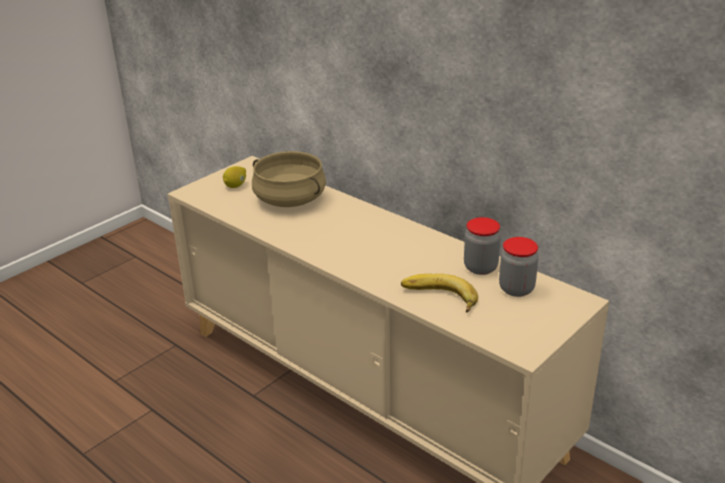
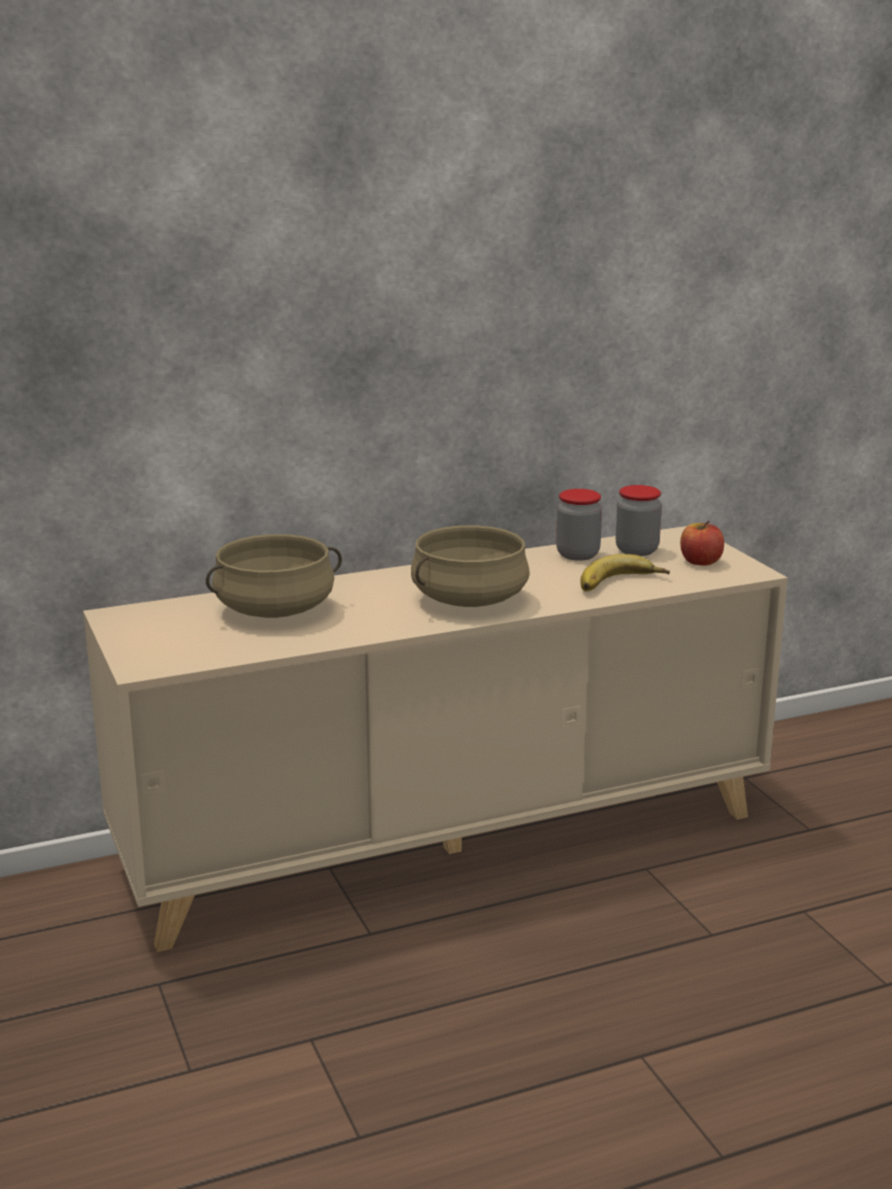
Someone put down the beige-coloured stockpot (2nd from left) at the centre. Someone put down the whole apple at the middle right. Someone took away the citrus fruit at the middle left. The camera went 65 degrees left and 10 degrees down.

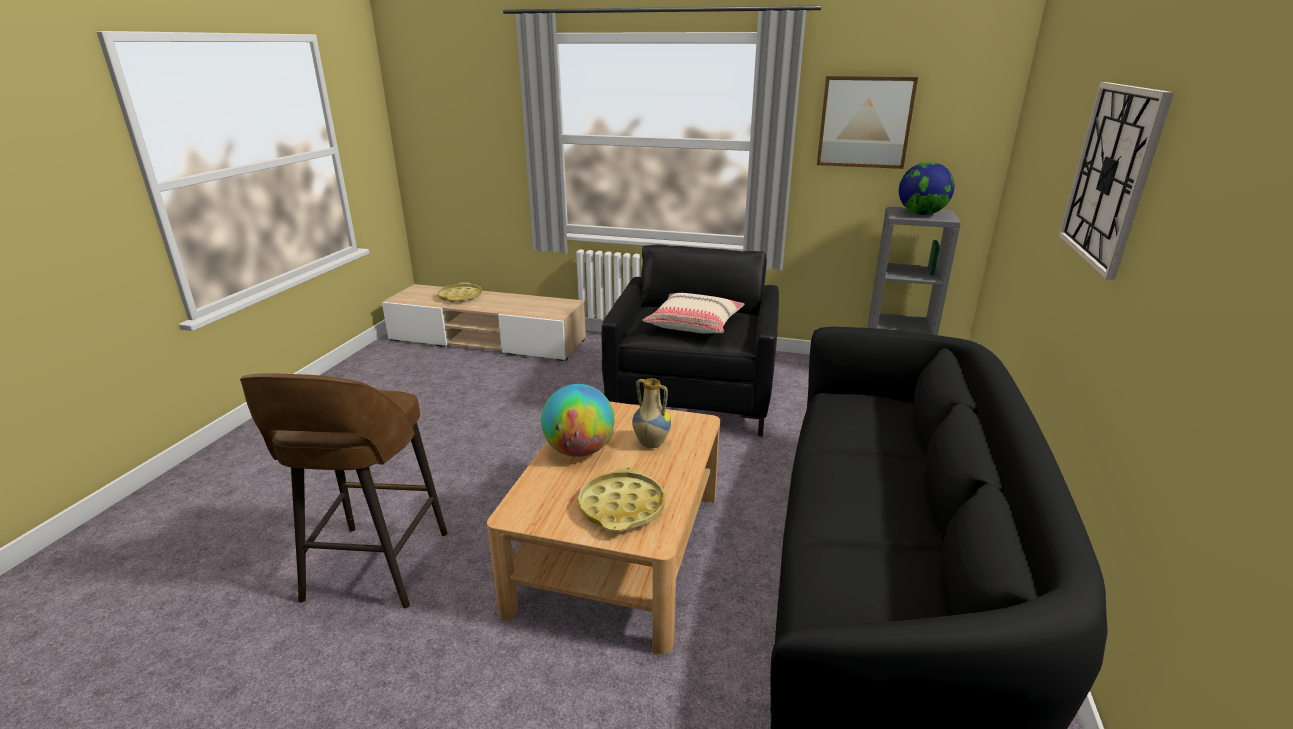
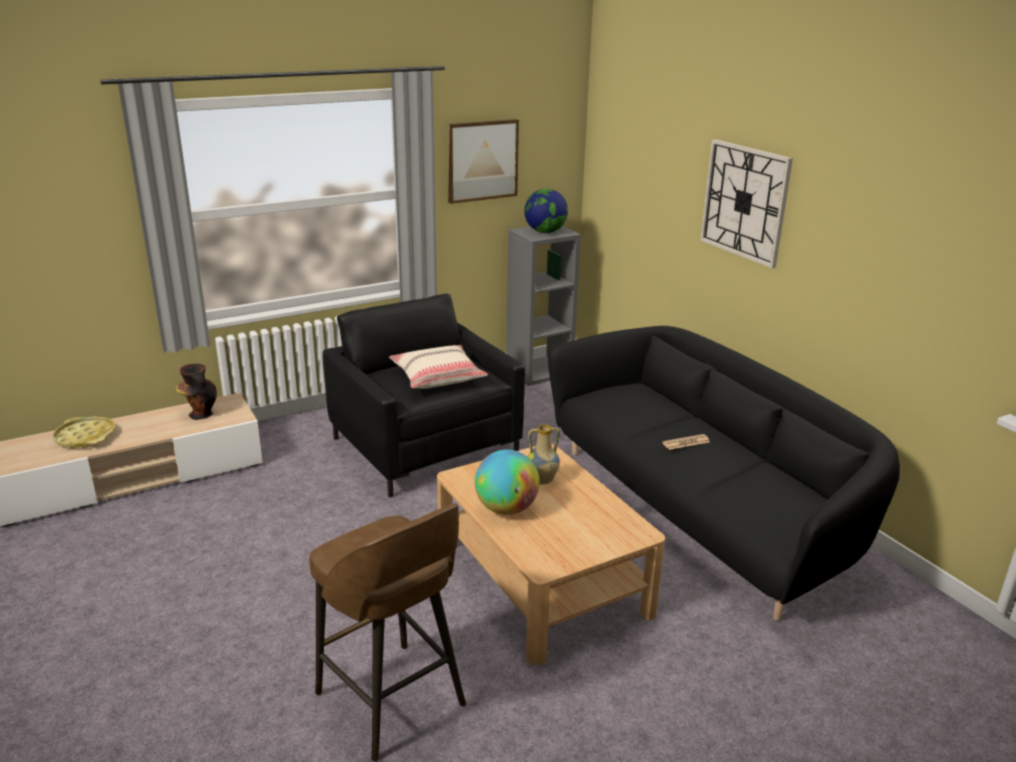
Someone put down the decorative vase (1st from left) at the middle left. Someone put down the printed paper at the middle right. Someone took away the yellow serving tray (2nd from left) at the bottom centre. The camera went 45 degrees left and 0 degrees up.

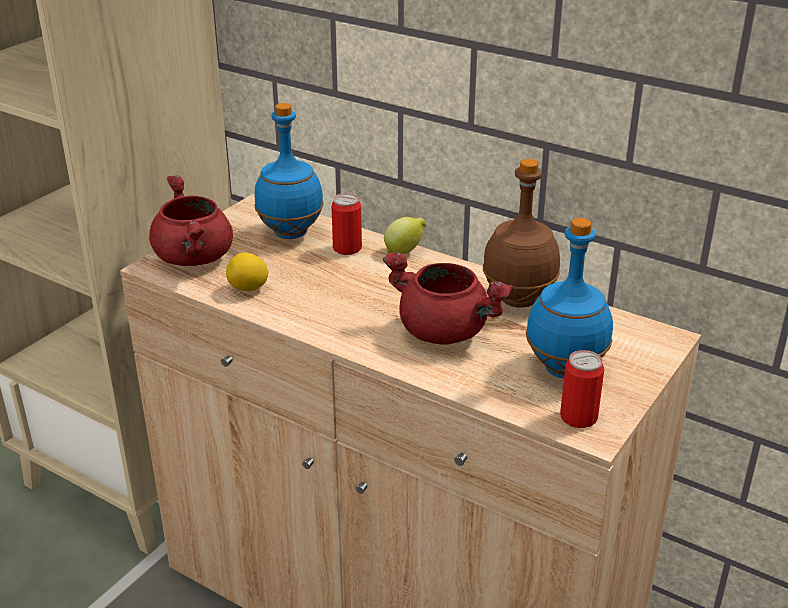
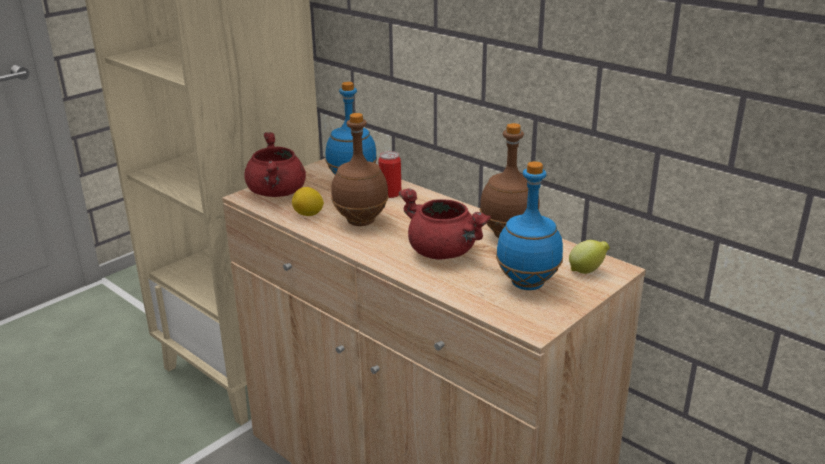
Someone put down the brown-coloured drink bottle (1st from left) at the centre. Someone carried the citrus fruit (2nd from left) from the centre to the middle right. Someone took away the metal can (2nd from left) at the middle right. The camera went 10 degrees right and 5 degrees down.

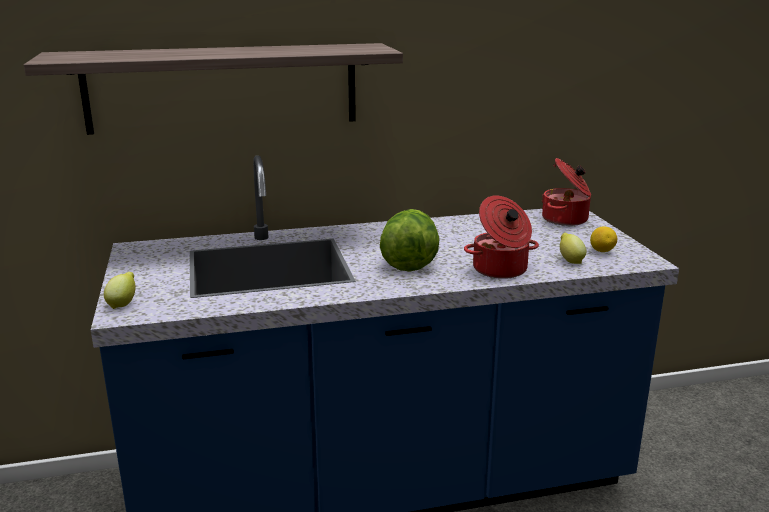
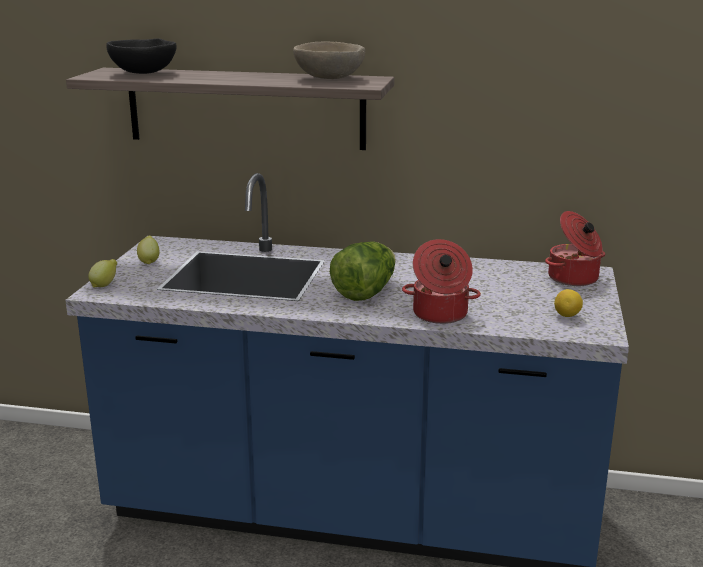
Someone put down the black serving bowl at the top left. Someone carried the citrus fruit (2nd from left) from the middle right to the middle left. Someone put down the beige-coloured serving bowl at the top centre. The camera went 25 degrees right and 0 degrees up.

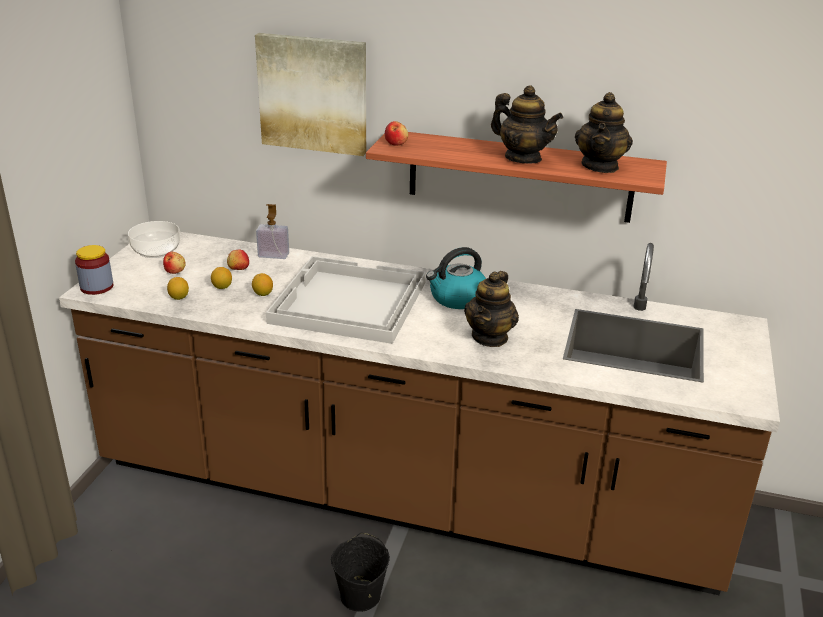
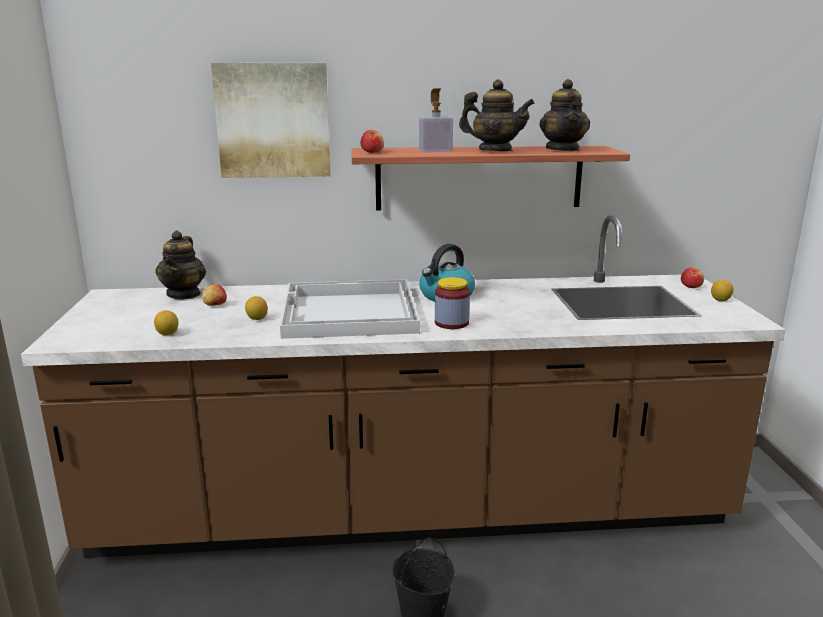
Someone carried the tea pot (1st from left) from the centre to the middle left. Someone carried the soap dispenser from the middle left to the top centre. Someone carried the jar from the middle left to the centre. Someone carried the whole apple (1st from left in the first image) from the middle left to the middle right. Someone carried the citrus fruit (2nd from left in the first image) from the middle left to the middle right. Someone took away the serving bowl at the middle left. The camera went 20 degrees left and 10 degrees down.

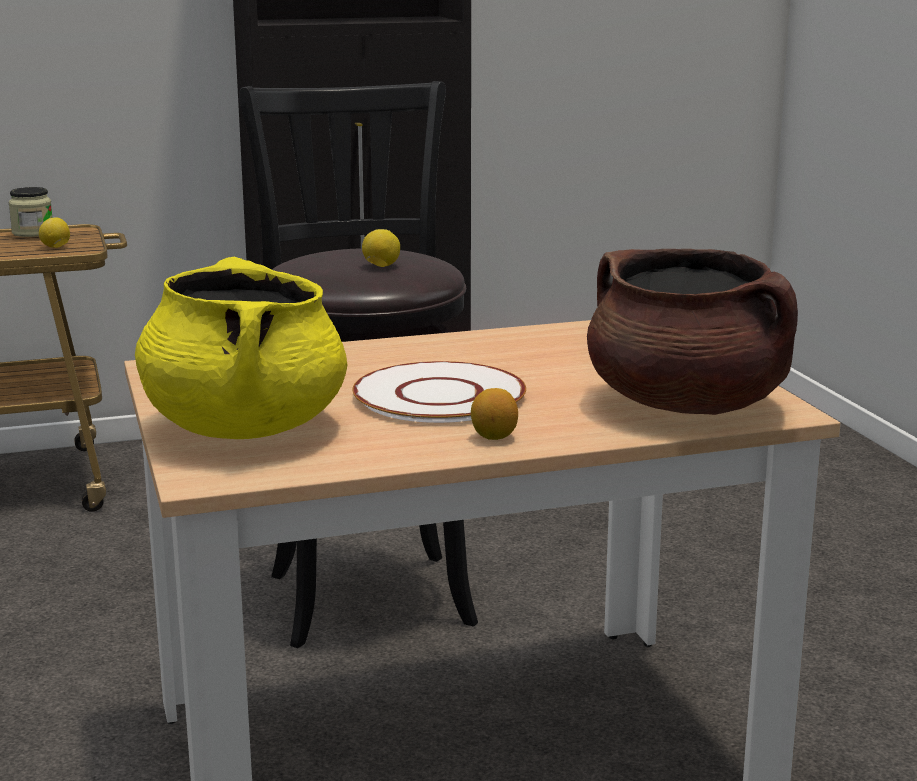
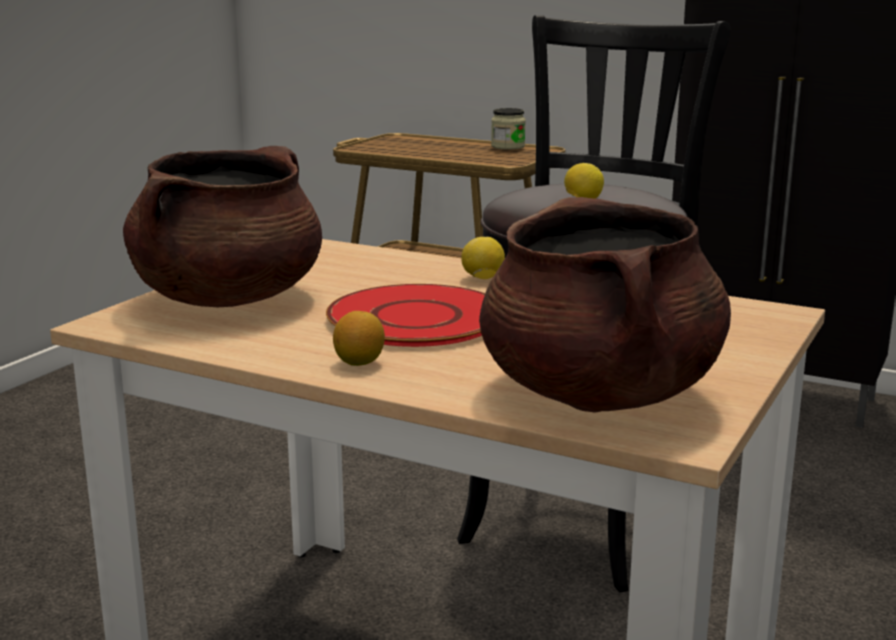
Someone repainted the yellow stockpot at the middle left, which became the brown-coloured stockpot (1st from left) at the middle left. Someone repainted the whitish plate at the centre, which became the reddish plate at the centre. Someone carried the citrus fruit (1st from left in the first image) from the top left to the centre. The camera went 45 degrees right and 0 degrees up.

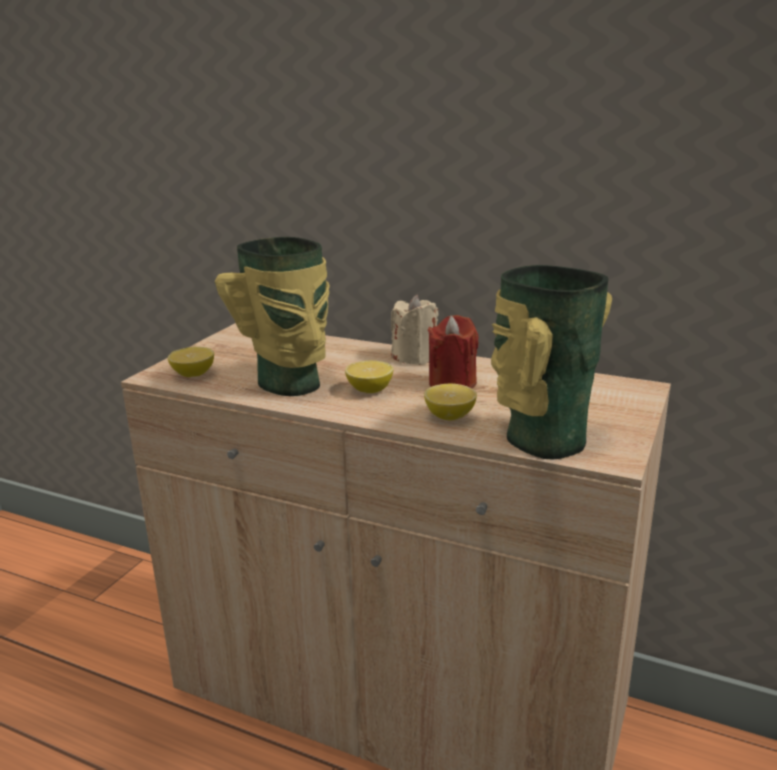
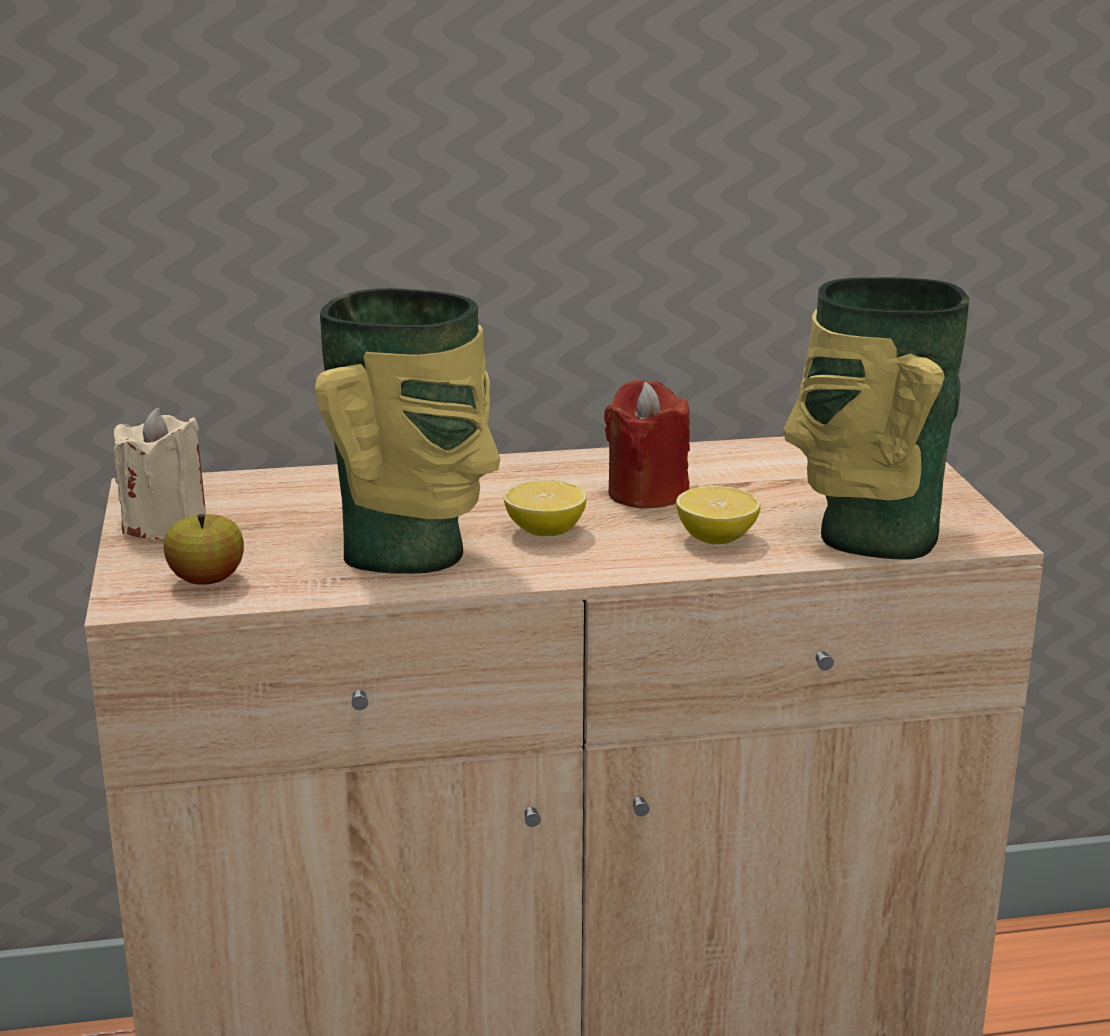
Someone carried the beige-coloured wax light from the centre to the middle left. Someone swapped the citrus fruit (1st from left) at the middle left for the whole apple at the middle left. The camera went 35 degrees left and 0 degrees up.

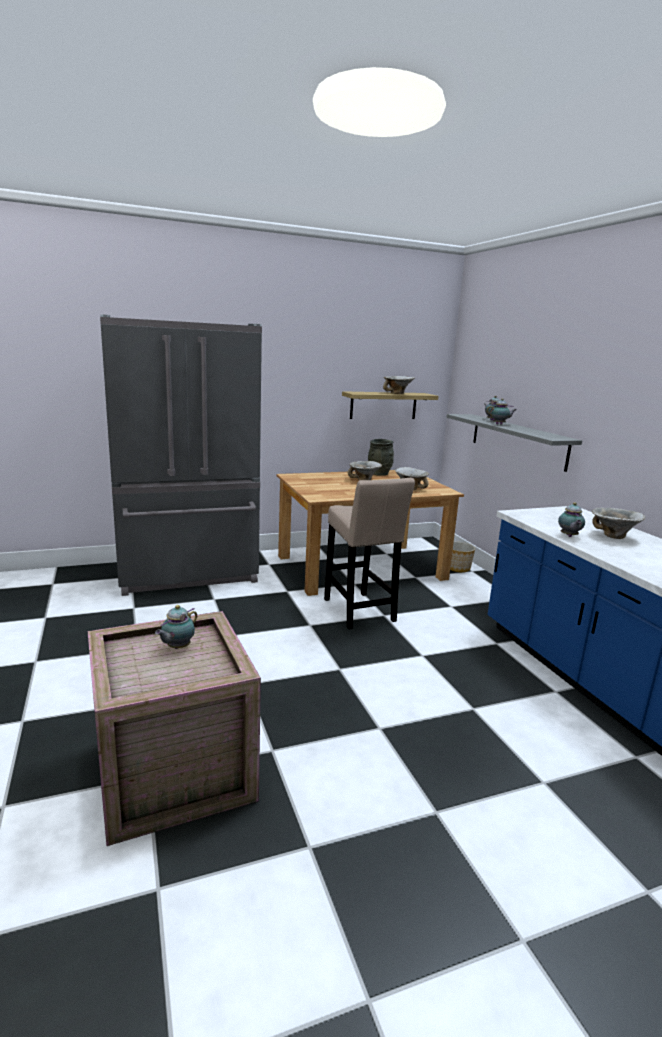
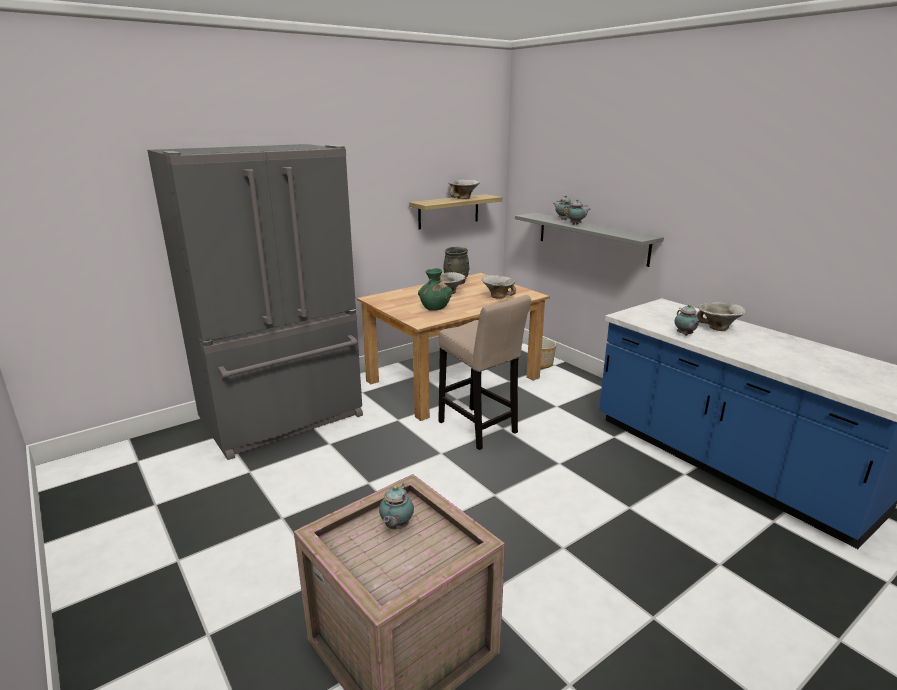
Someone put down the green decorative vase at the centre. The camera went 15 degrees left and 5 degrees up.

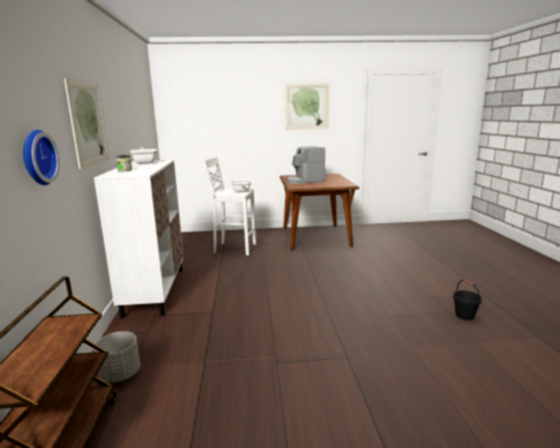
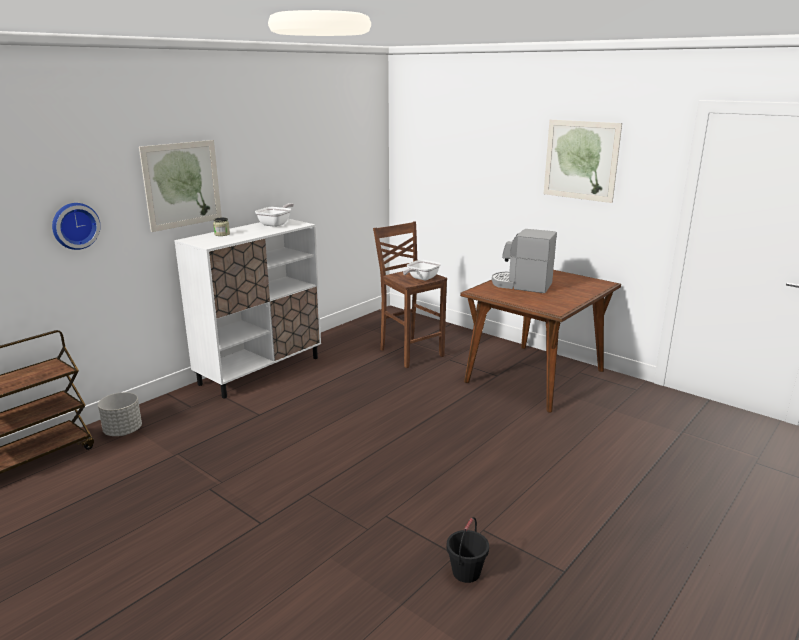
Someone repainted the whitish sitting stool at the centre, which became the brown-coloured sitting stool at the centre. The camera went 45 degrees right and 5 degrees up.

